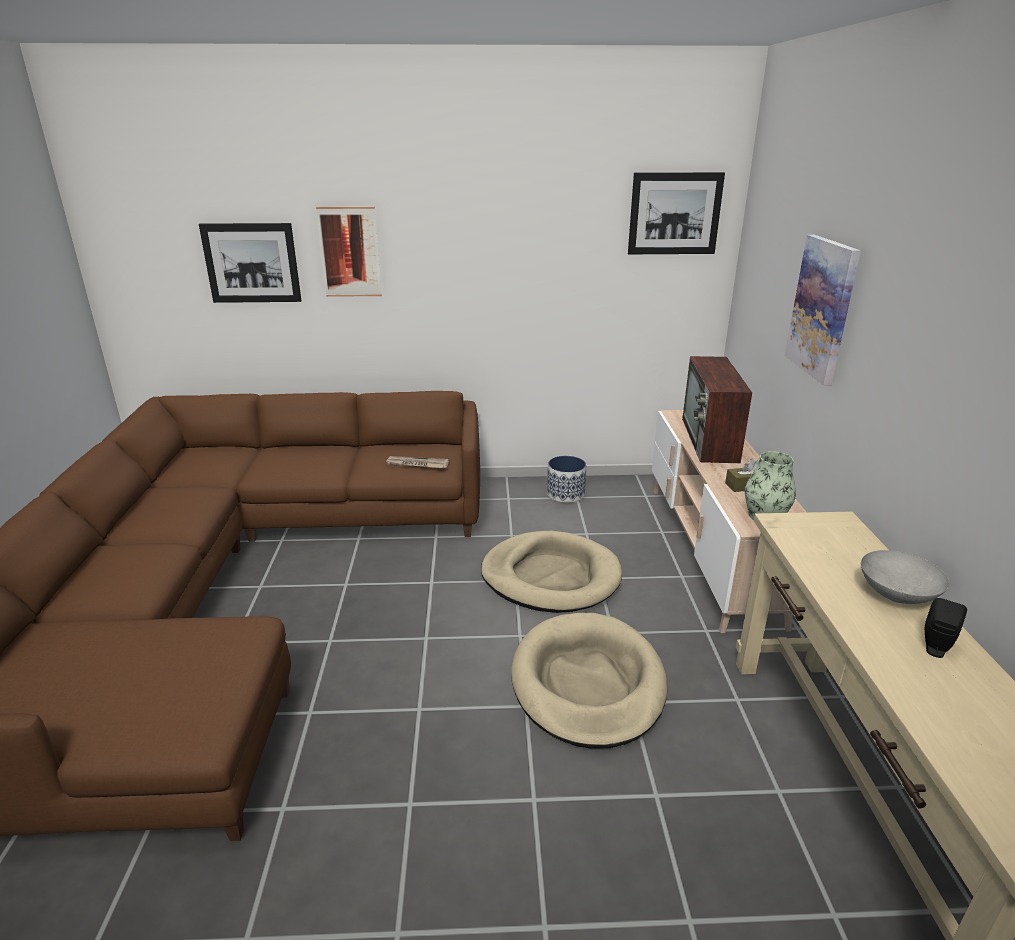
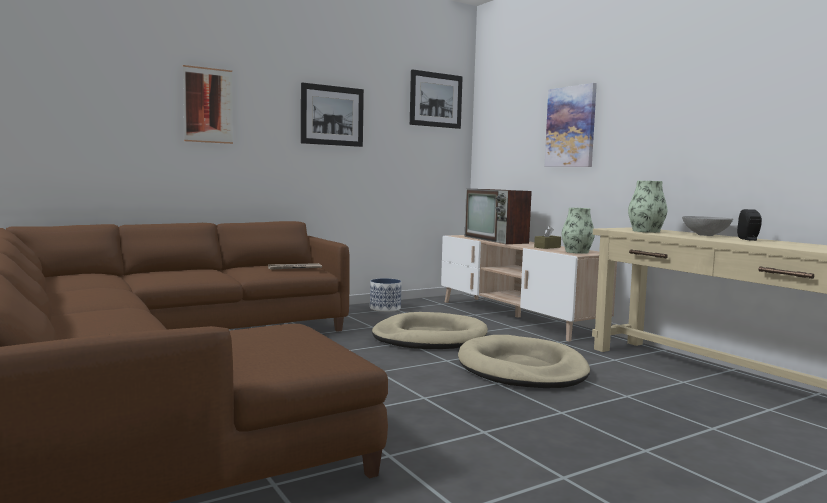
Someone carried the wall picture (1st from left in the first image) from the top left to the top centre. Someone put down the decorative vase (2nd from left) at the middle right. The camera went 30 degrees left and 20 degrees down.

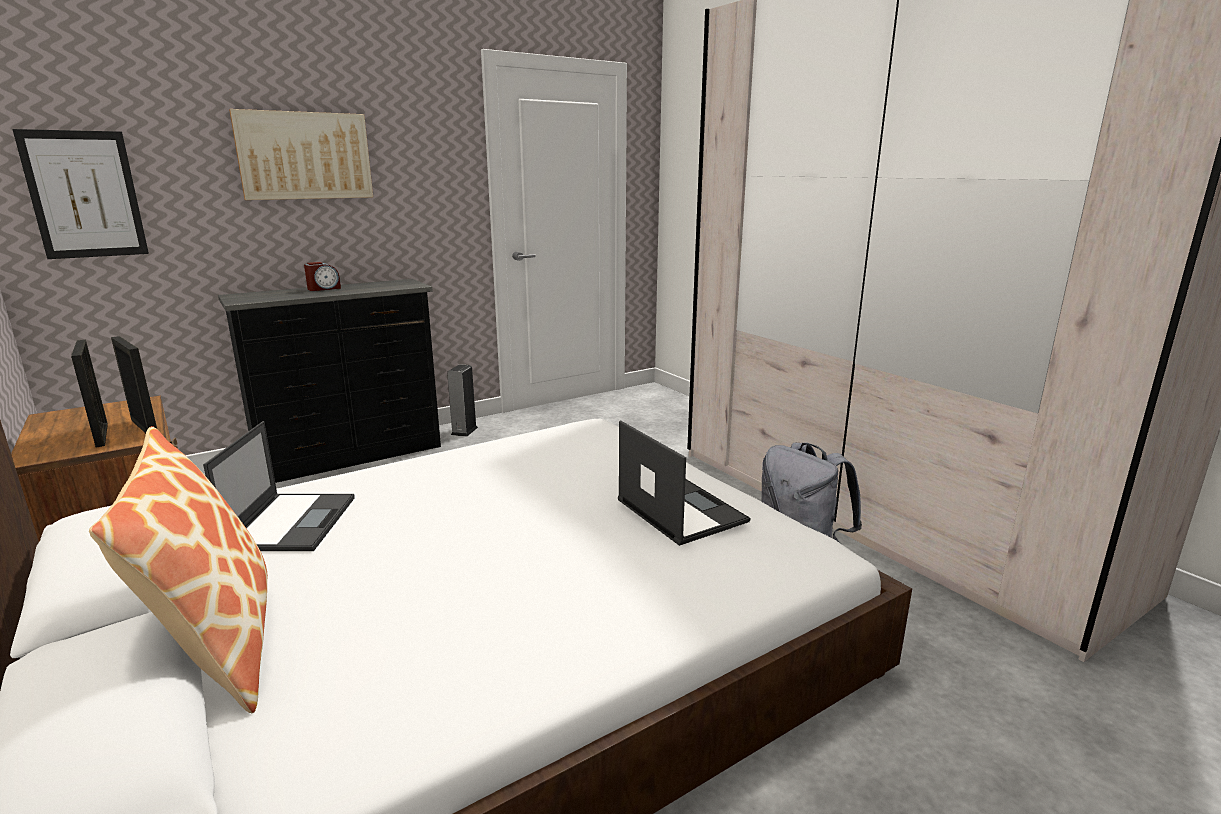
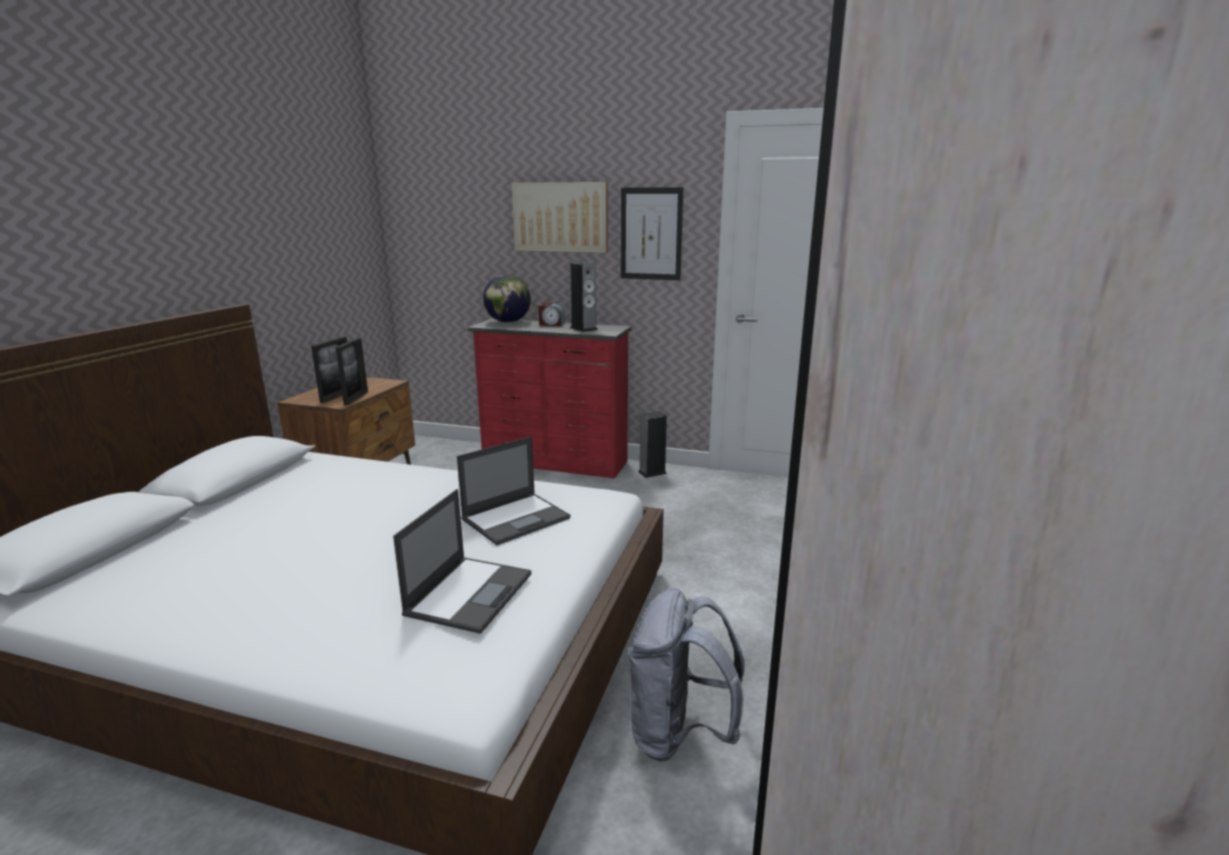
Someone carried the laptop (1st from left in the first image) from the middle left to the centre. Someone repainted the black chest of drawers at the middle left, which became the reddish chest of drawers at the centre. Someone put down the world globe at the centre. Someone put down the audio speaker (1st from left) at the centre. Someone carried the wall picture (1st from left in the first image) from the top left to the top centre. Someone took away the cushion at the bottom left. The camera went 50 degrees right and 0 degrees up.

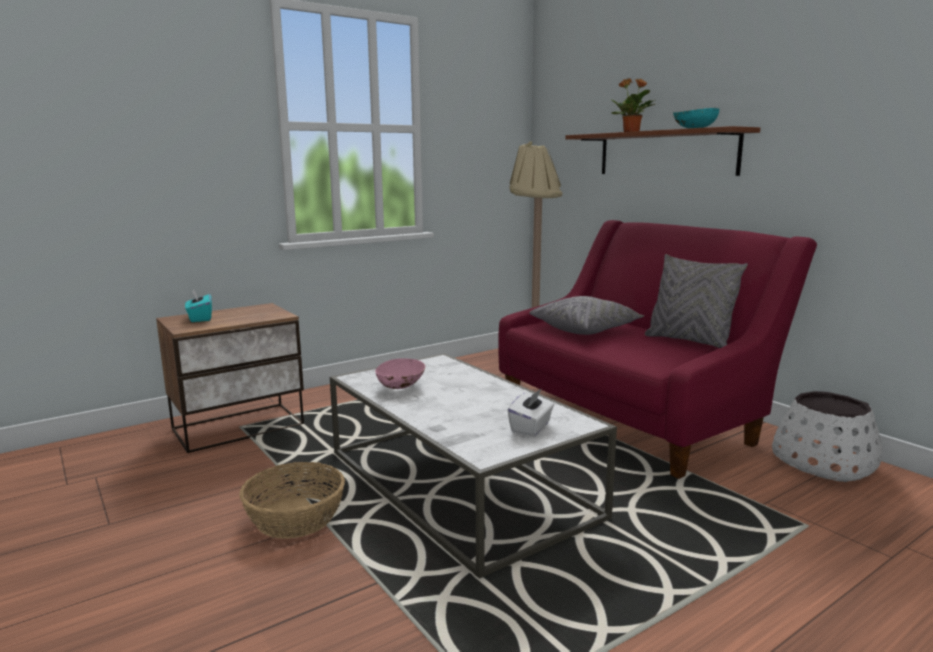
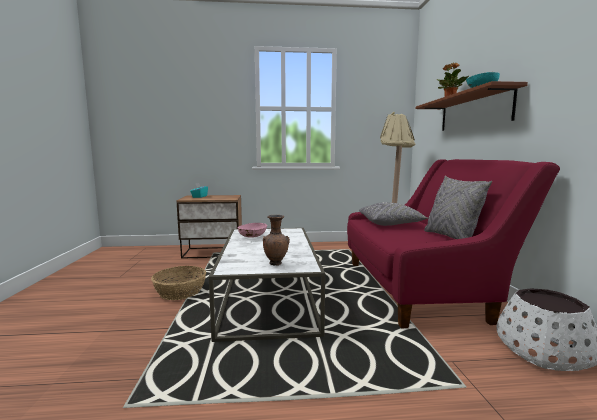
Someone swapped the whitish tissue box at the centre for the brown-coloured decorative vase at the centre. The camera went 30 degrees right and 5 degrees down.

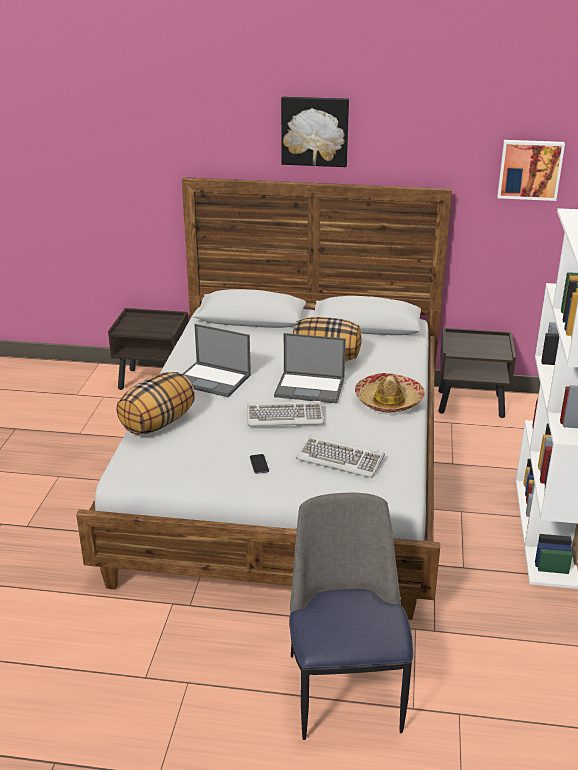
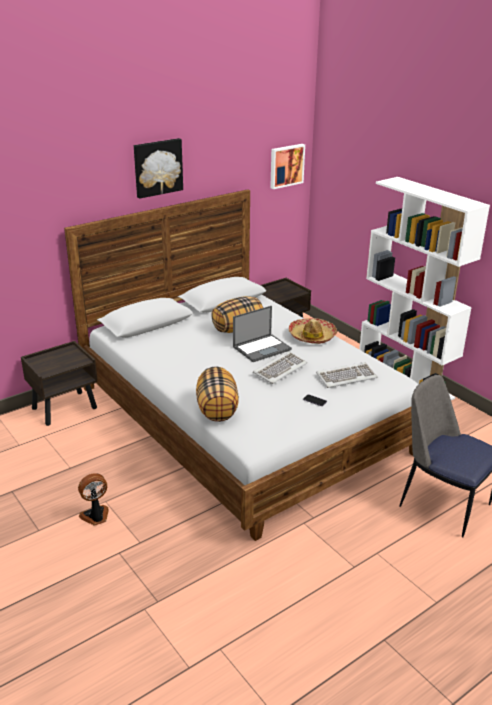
Someone put down the cooling fan at the bottom left. Someone took away the laptop (1st from left) at the centre. The camera went 45 degrees left and 0 degrees up.

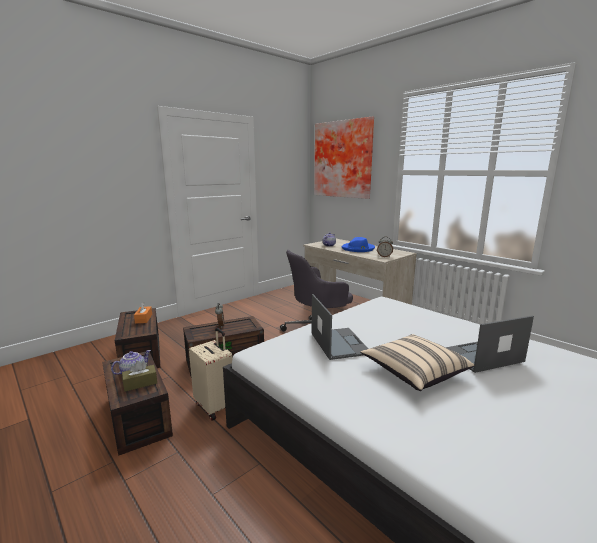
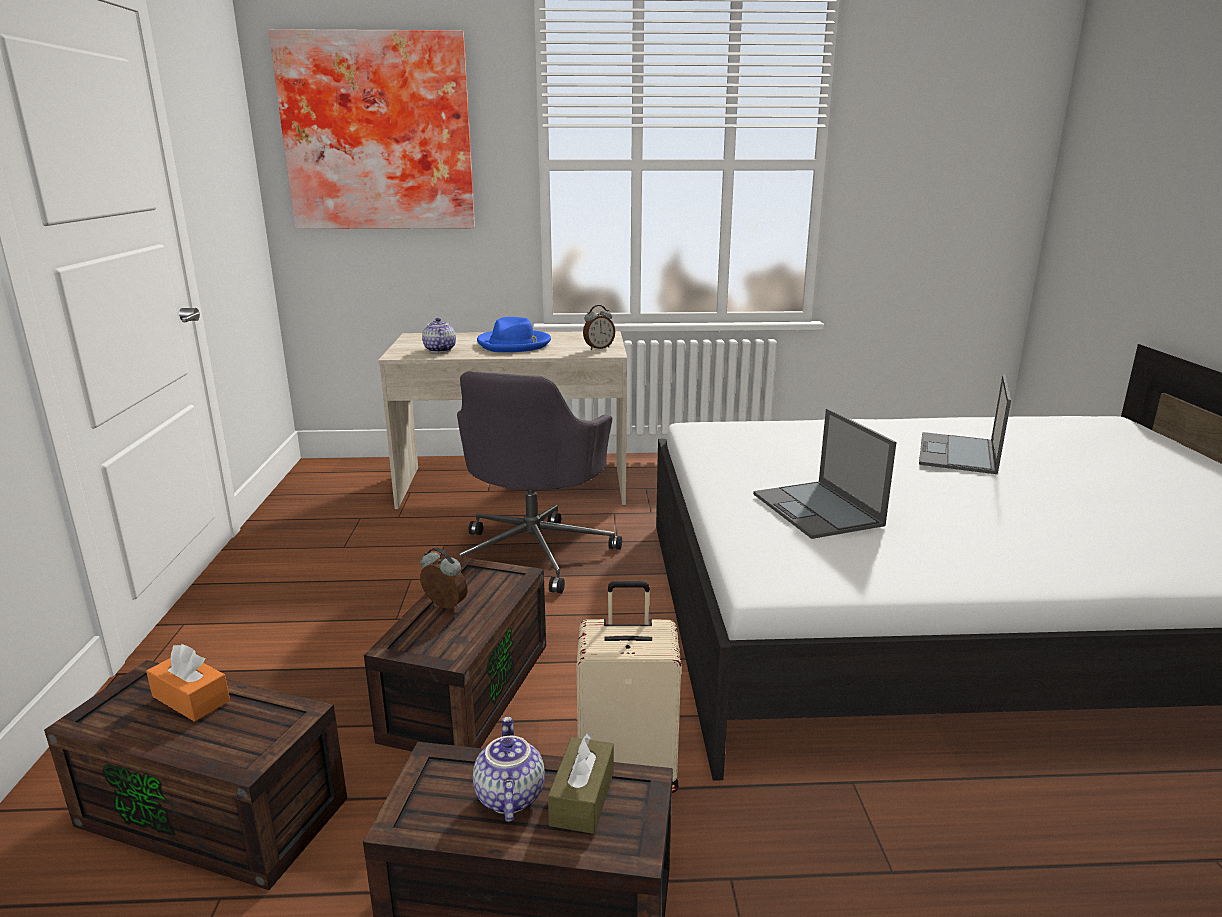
Someone rotated the laptop (1st from left) at the centre by 135 degrees counterclockwise. Someone took away the beige-coloured cushion at the bottom right. The camera went 50 degrees left and 5 degrees up.

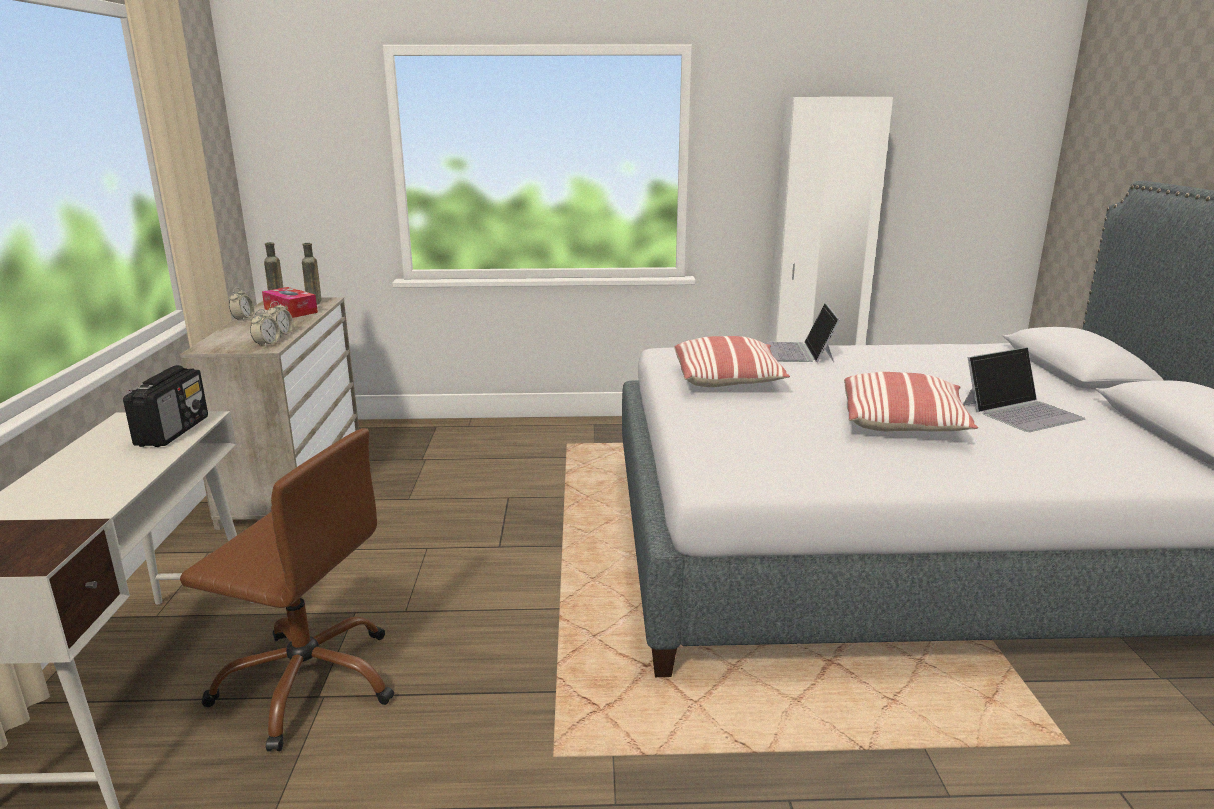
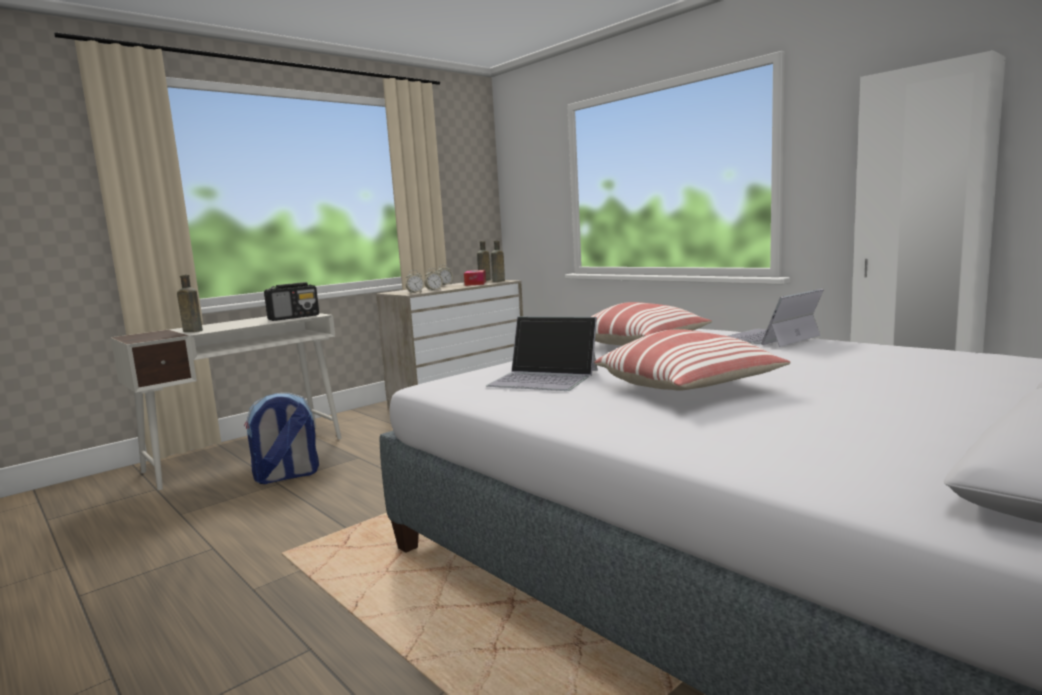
Someone put down the brown-coloured drink bottle (1st from left) at the middle left. Someone swapped the brown-coloured office chair at the bottom left for the backpack at the middle left. Someone carried the laptop (2nd from left in the first image) from the middle right to the centre. The camera went 50 degrees right and 10 degrees down.

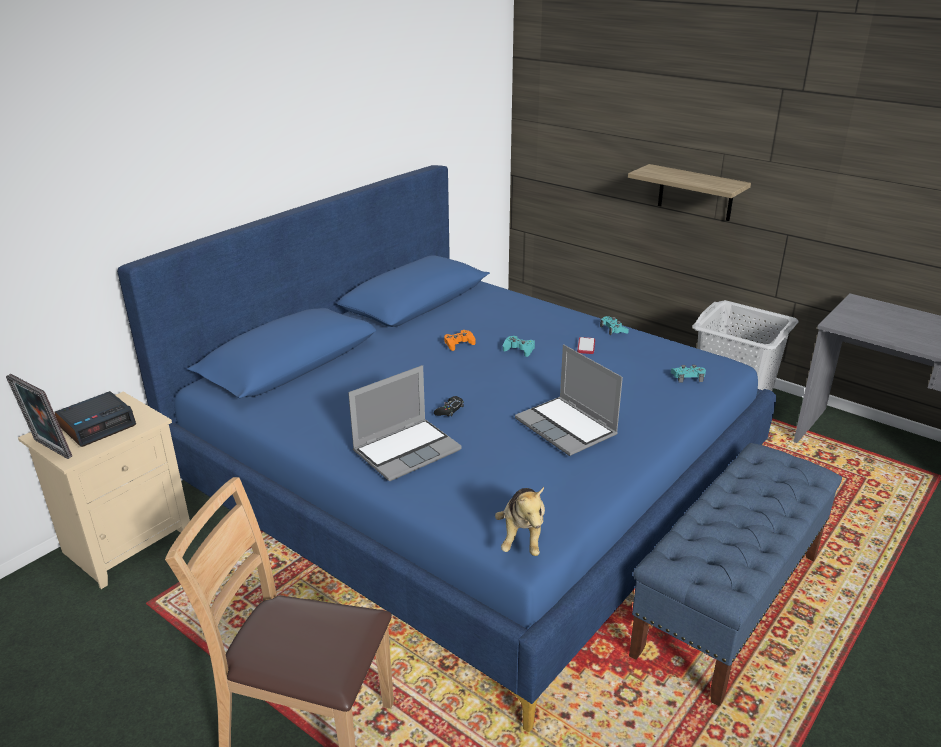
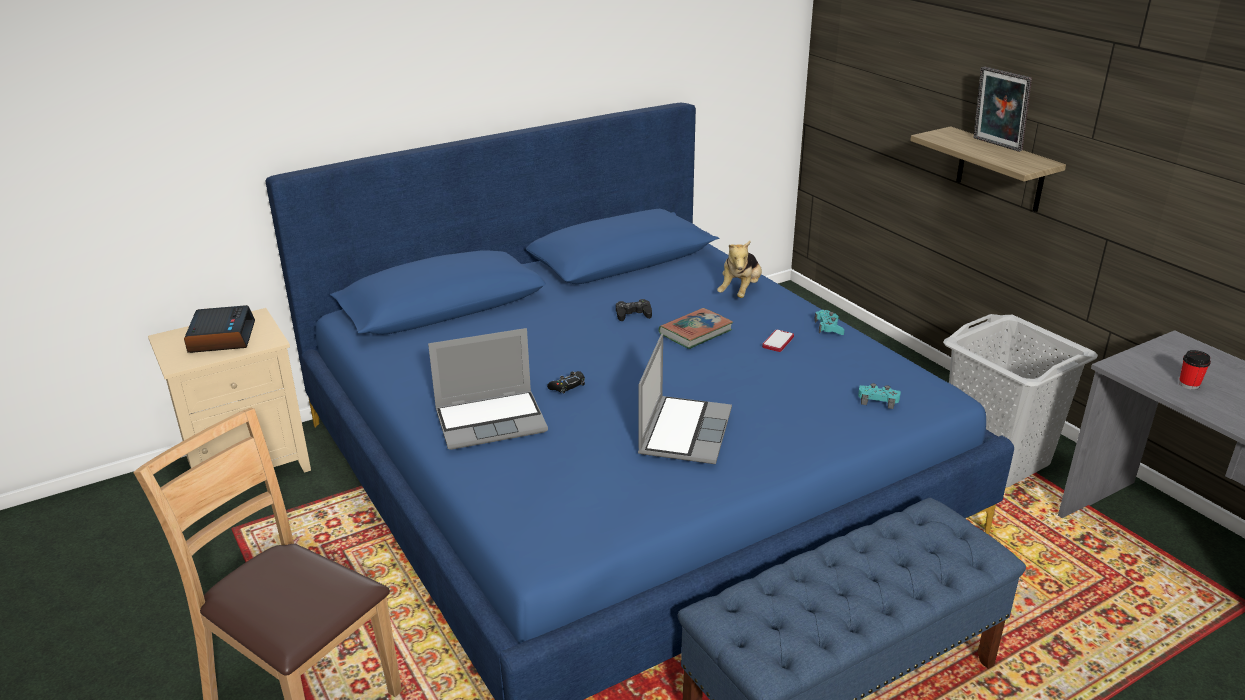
Someone rotated the bedside clock at the middle left by 75 degrees counterclockwise. Someone repainted the orangey game controller at the centre, which became the black game controller (2nd from left) at the centre. Someone rotated the laptop (2nd from left) at the centre by 150 degrees counterclockwise. Someone swapped the blue-green game controller (1st from left) at the centre for the bound book at the centre. Someone carried the soft toy from the bottom centre to the centre. Someone carried the photo frame from the middle left to the top right. Someone put down the cup at the middle right. The camera went 20 degrees right and 0 degrees up.

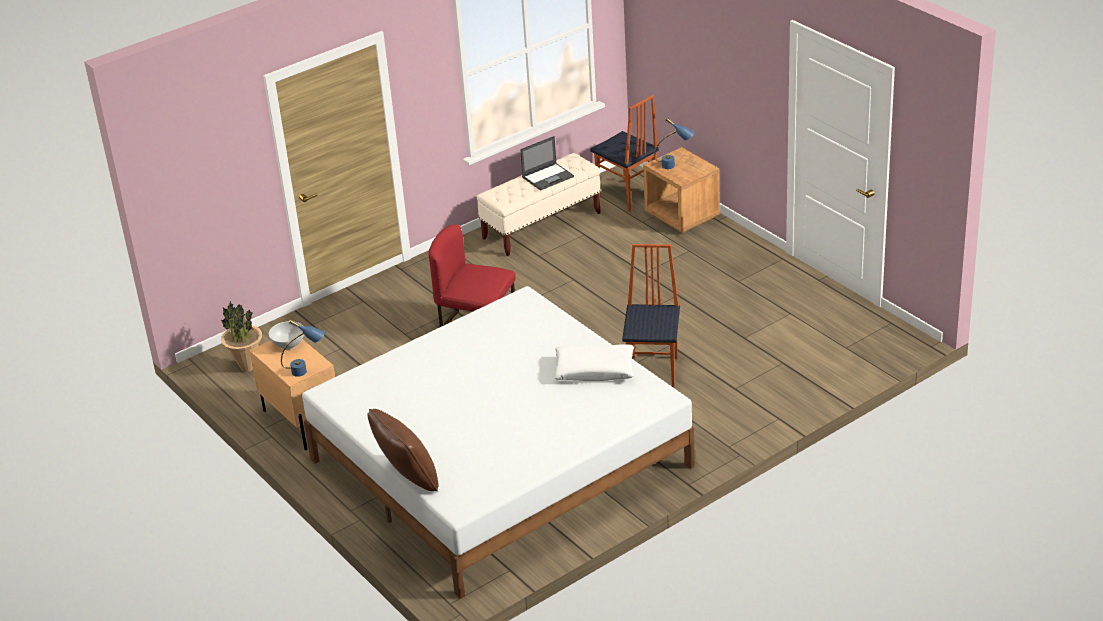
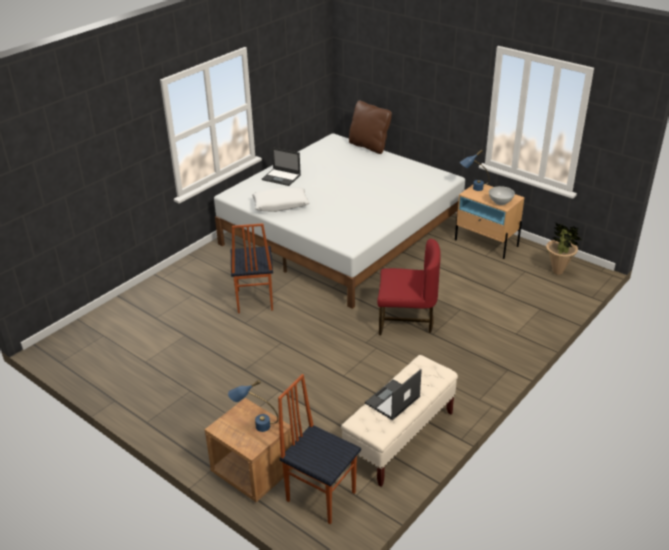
Someone put down the laptop (1st from left) at the top centre. The camera went 165 degrees right and 0 degrees up.

